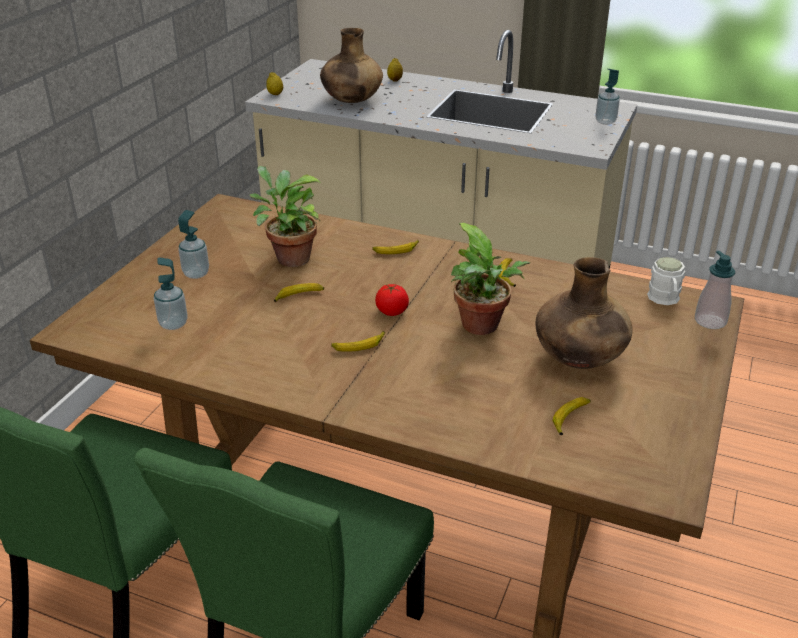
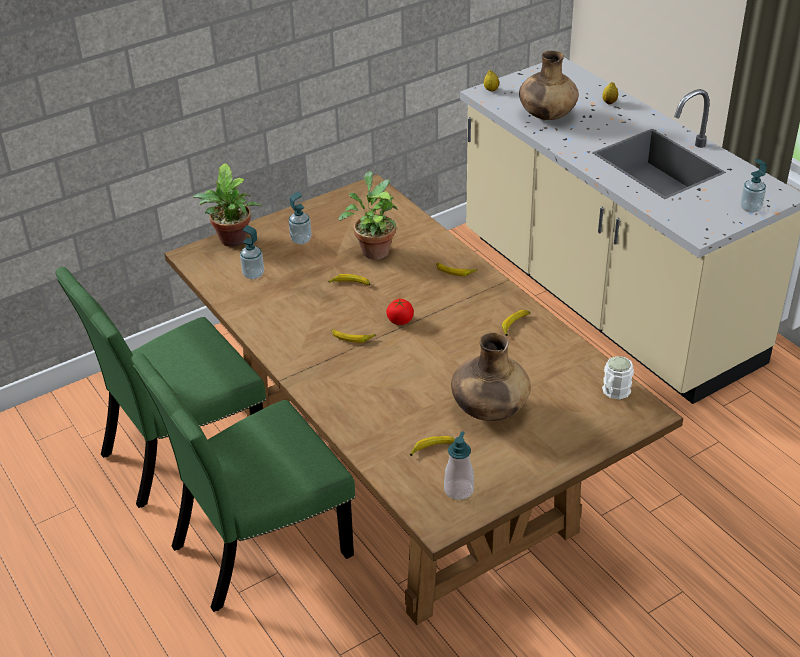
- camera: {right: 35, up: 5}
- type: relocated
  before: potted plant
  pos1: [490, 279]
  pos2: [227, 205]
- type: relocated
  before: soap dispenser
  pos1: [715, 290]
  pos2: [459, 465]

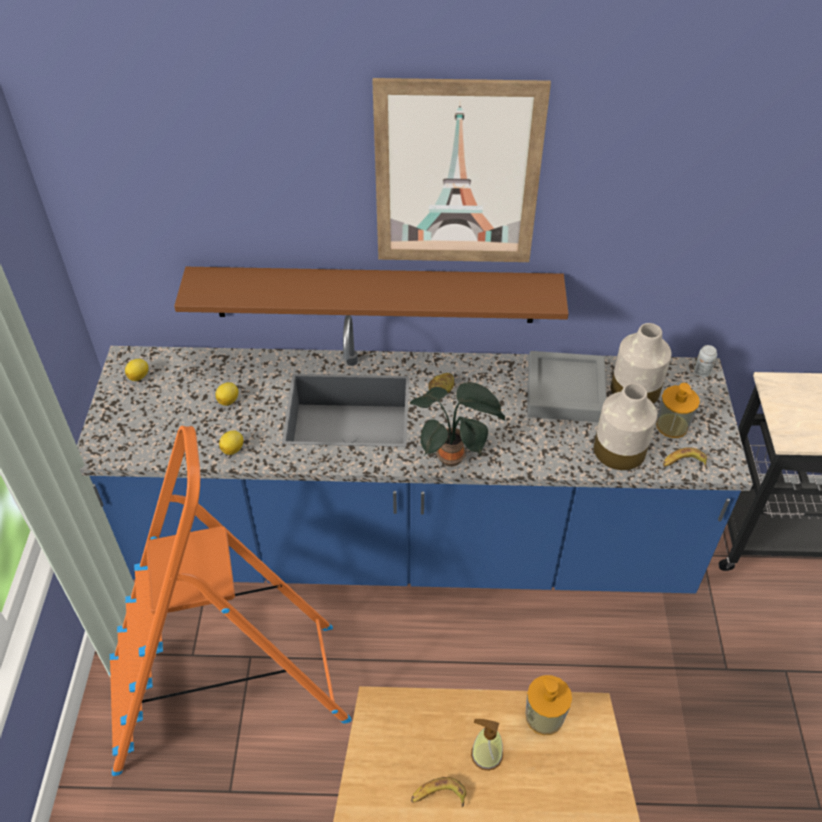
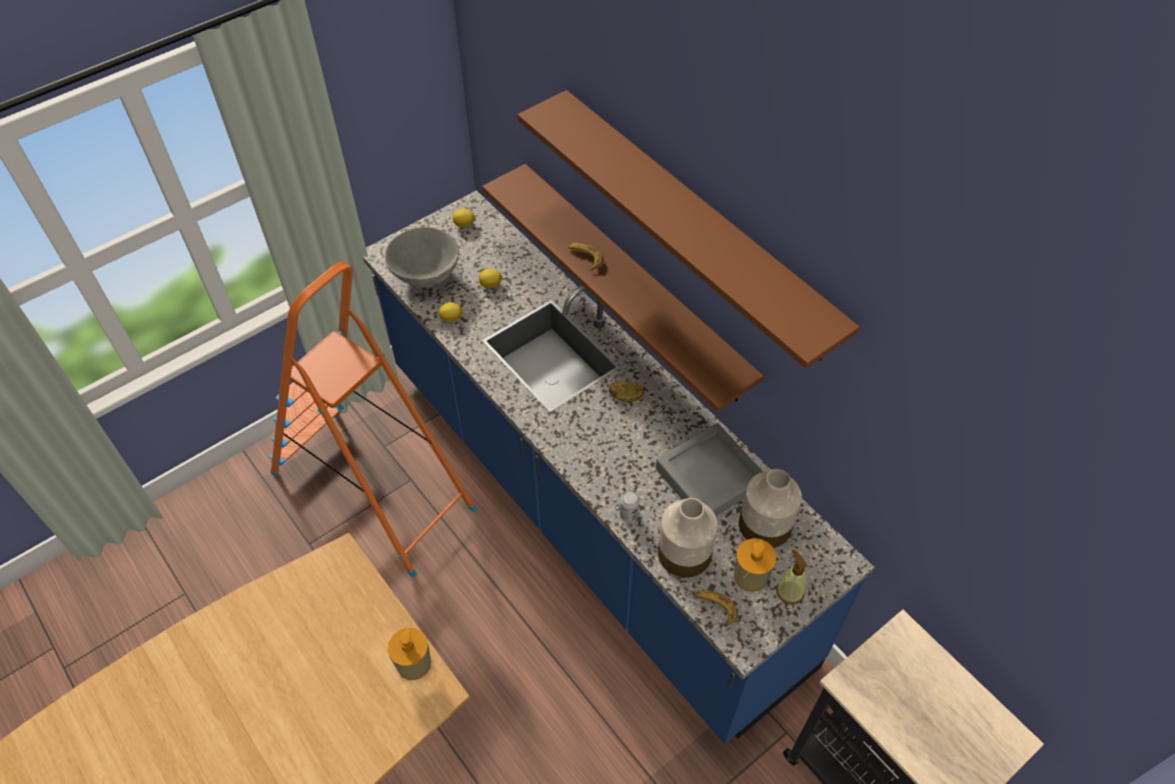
- camera: {right: 50, up: 5}
- type: missing
  before: potted plant
  pos1: [458, 424]
- type: appeared
  after: bowl (gray)
  pos2: [422, 257]
- type: relocated
  before: banana fruit
  pos1: [438, 792]
  pos2: [586, 256]
- type: relocated
  before: soap dispenser
  pos1: [487, 745]
  pos2: [792, 577]
- type: relocated
  before: metal can
  pos1: [705, 361]
  pos2: [629, 506]
- type: exchanged
  before: wall art
  after: shelf (brownish)
  pos1: [461, 170]
  pos2: [688, 229]

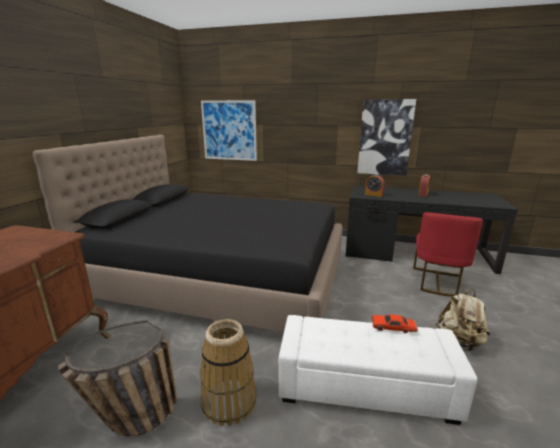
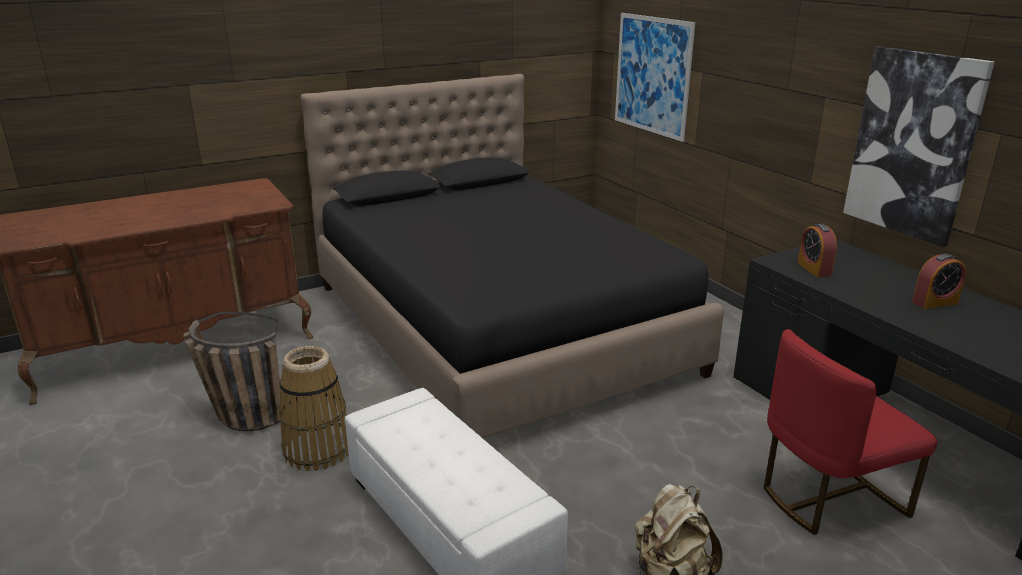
- camera: {right: 45, up: 5}
- type: missing
  before: toy car (reddish)
  pos1: [394, 323]

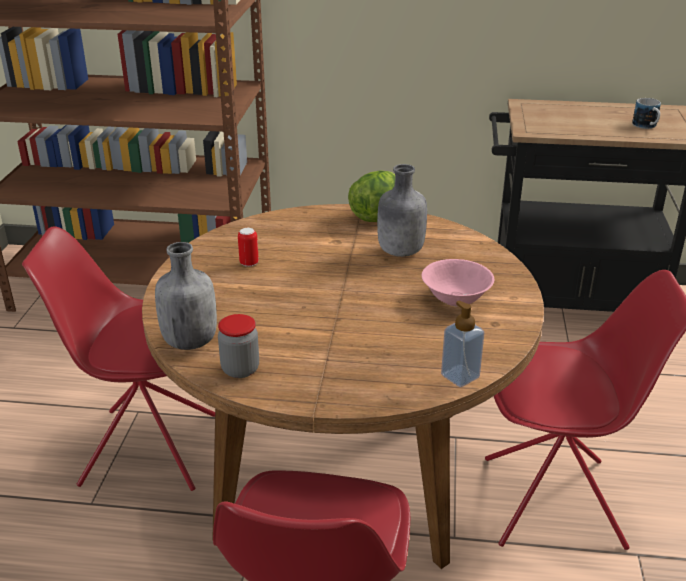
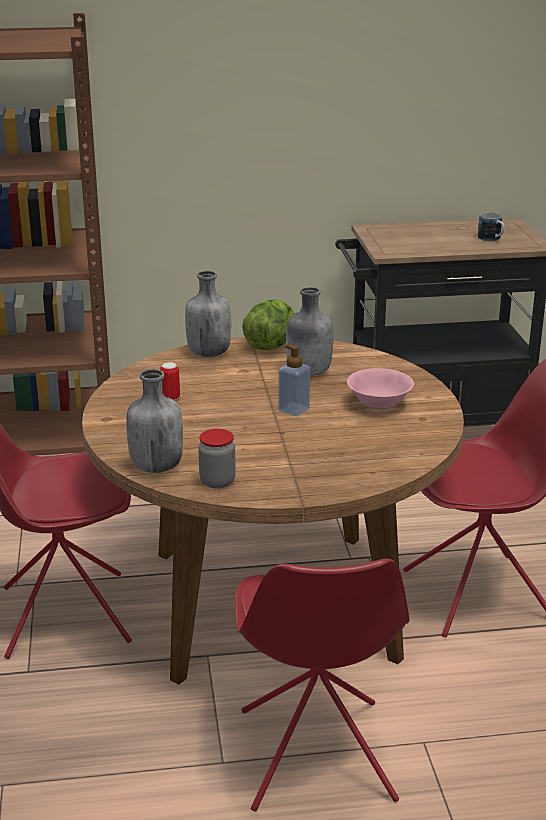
- camera: {right: -15, up: -5}
- type: appeared
  after: bottle (gray)
  pos2: [208, 314]
- type: relocated
  before: soap dispenser
  pos1: [463, 344]
  pos2: [294, 380]

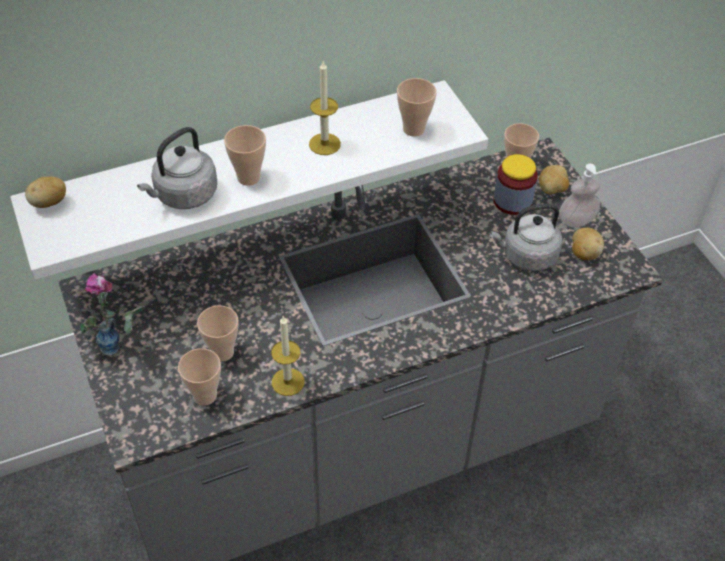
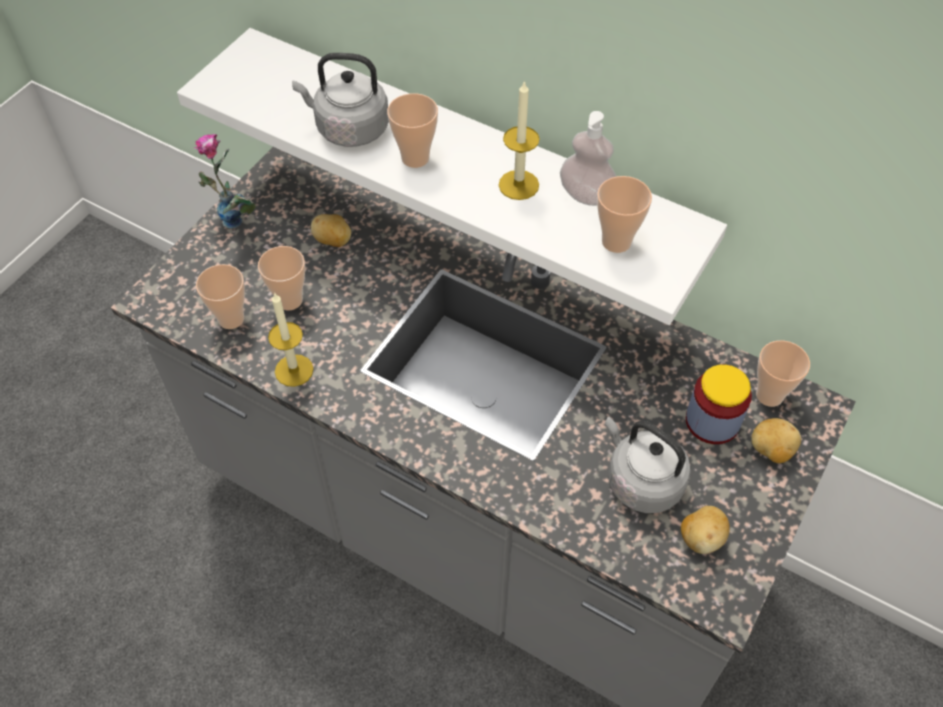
- camera: {right: 55, up: 5}
- type: relocated
  before: whole potato
  pos1: [45, 192]
  pos2: [331, 230]
- type: relocated
  before: soap dispenser
  pos1: [579, 195]
  pos2: [588, 158]

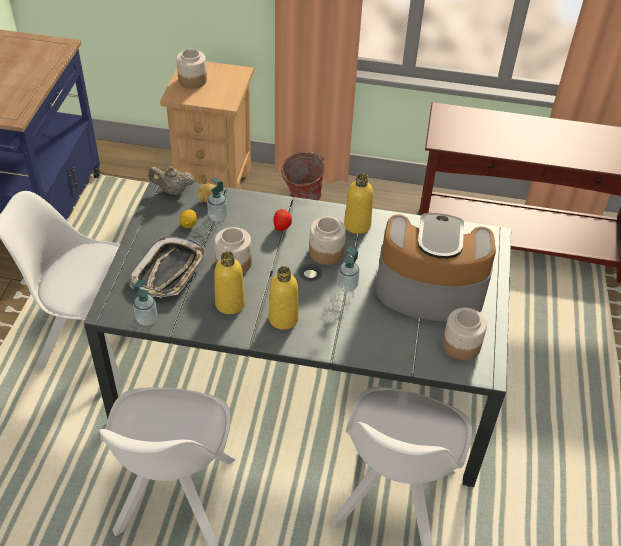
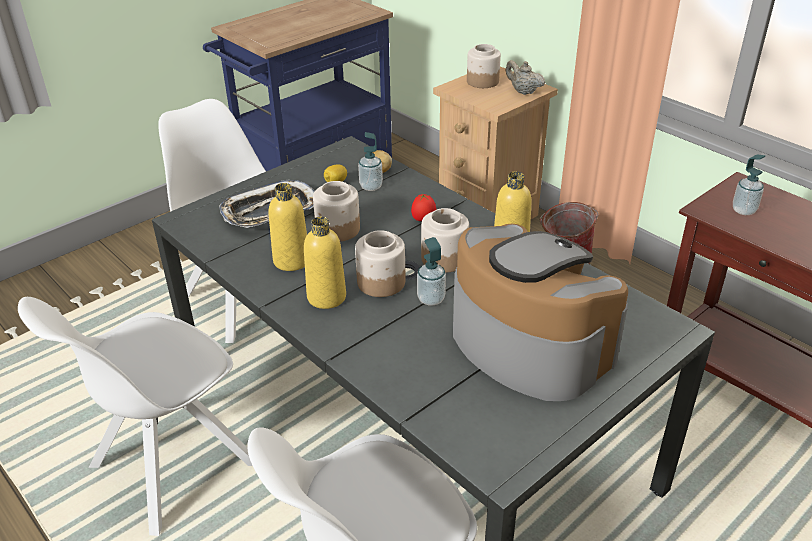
- camera: {right: 40, up: -10}
- type: relocated
  before: soap dispenser
  pos1: [145, 303]
  pos2: [749, 185]
- type: relocated
  before: tea pot (sand-coloured)
  pos1: [171, 180]
  pos2: [525, 77]
- type: relocated
  before: storage jar
  pos1: [465, 334]
  pos2: [380, 263]

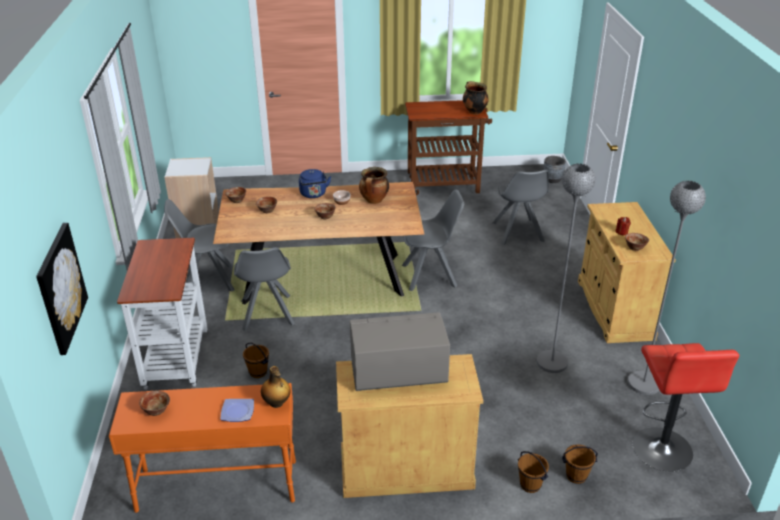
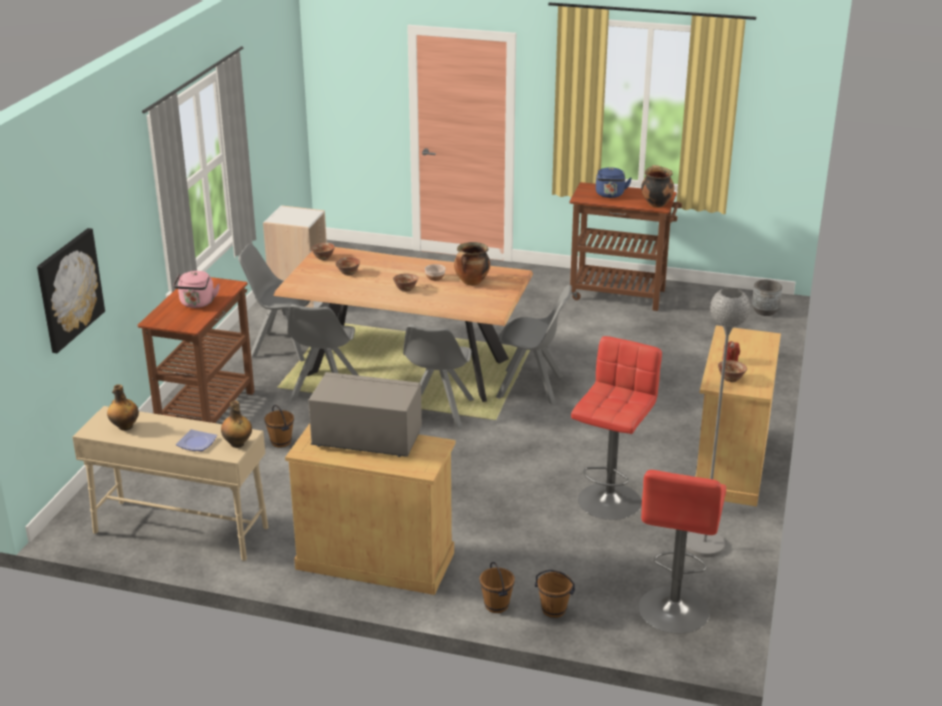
- camera: {right: 20, up: -5}
- type: appeared
  after: water kettle (pink-coloured)
  pos2: [196, 289]
- type: relocated
  before: water kettle (blue)
  pos1: [315, 183]
  pos2: [614, 182]
- type: relocated
  before: upright chair (gray)
  pos1: [520, 207]
  pos2: [438, 376]
- type: exchanged
  before: bowl
  after: bottle
  pos1: [154, 403]
  pos2: [123, 407]
- type: exchanged
  before: standard lamp (gray)
  after: stool (reddish)
  pos1: [566, 268]
  pos2: [616, 428]
- type: colour
  before: console table (orange-coloured)
  after: console table (sand-coloured)
  pos1: [202, 448]
  pos2: [170, 483]
- type: colour
  before: trolley (whitish)
  after: trolley (brownish)
  pos1: [162, 314]
  pos2: [195, 350]

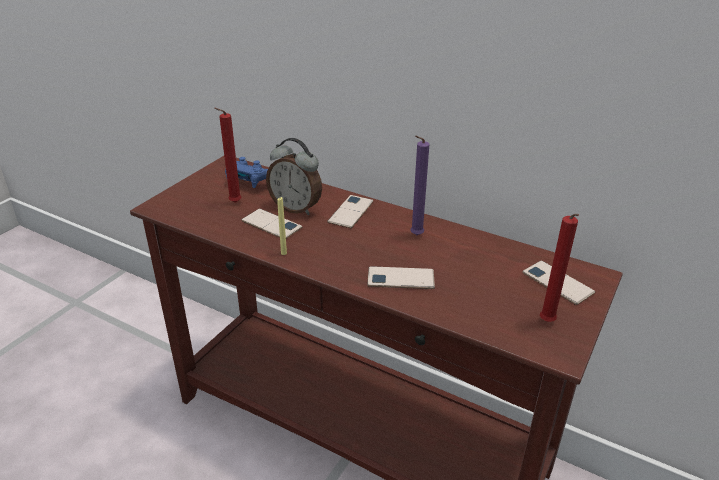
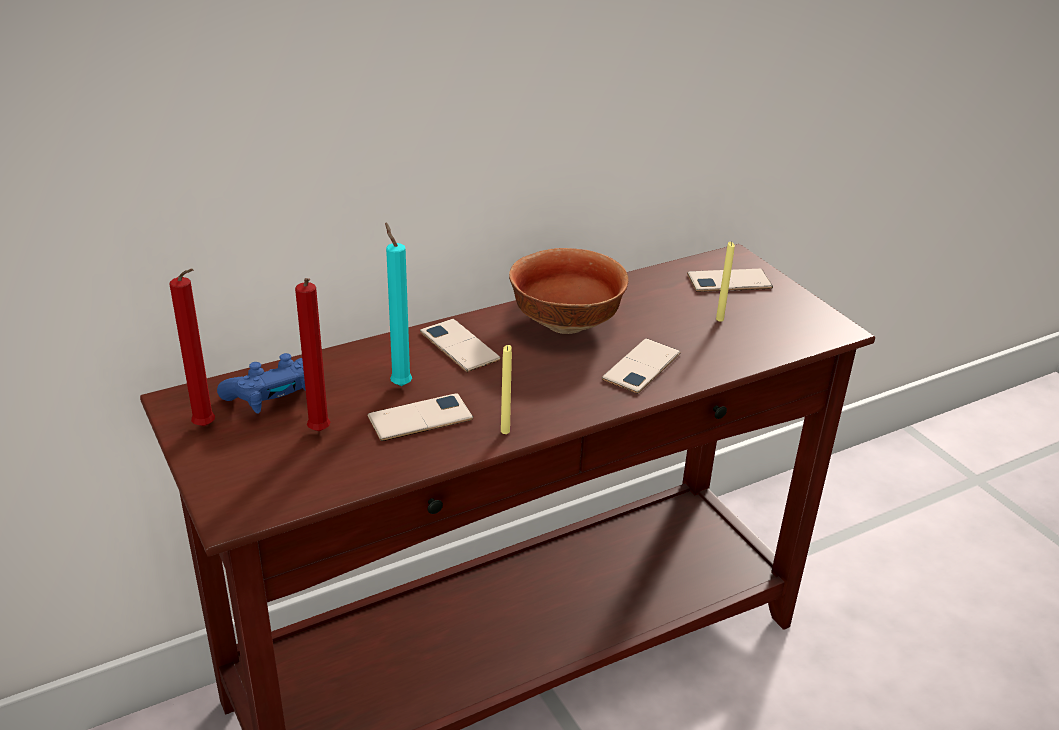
- camera: {right: -60, up: 0}
- type: appeared
  after: candle (yellow)
  pos2: [725, 282]
- type: relocated
  before: candle (reddish)
  pos1: [559, 268]
  pos2: [192, 347]
- type: exchanged
  before: bedside clock
  after: candle (turquoise-coloured)
  pos1: [294, 176]
  pos2: [398, 304]
- type: exchanged
  before: candle (purple-coloured)
  after: bowl
  pos1: [419, 185]
  pos2: [569, 291]

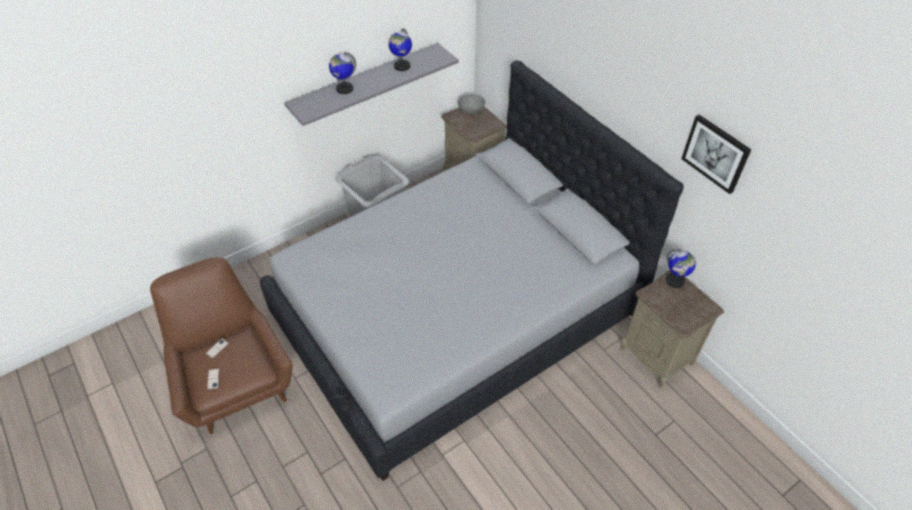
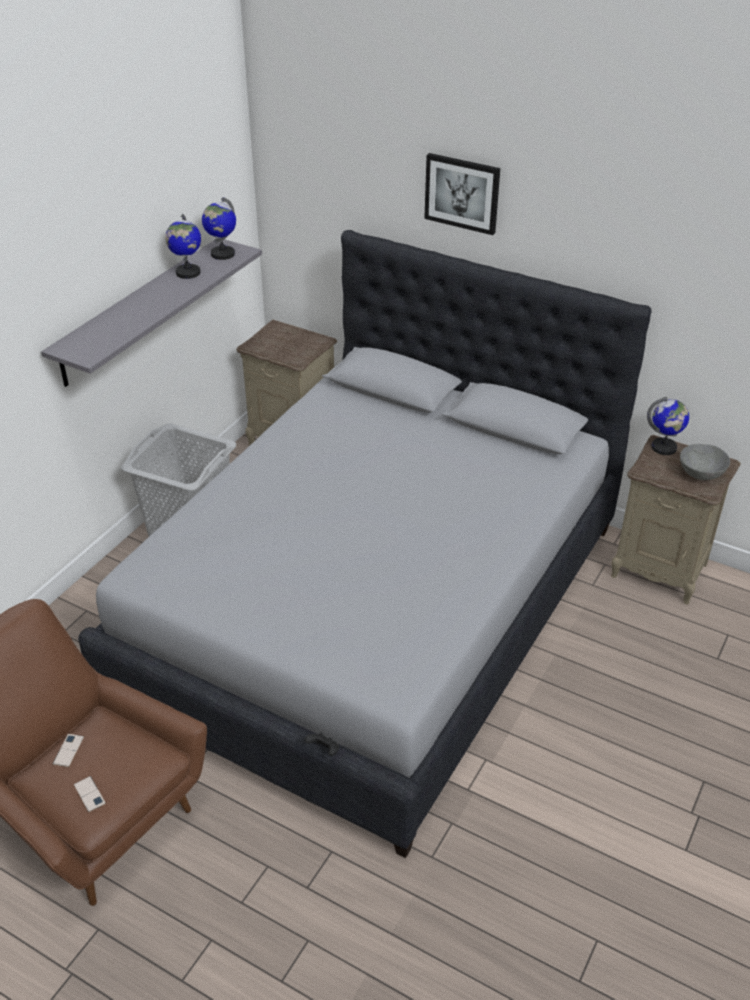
- camera: {right: -25, up: -10}
- type: relocated
  before: world globe
  pos1: [342, 73]
  pos2: [219, 228]
- type: relocated
  before: bowl (gray)
  pos1: [471, 104]
  pos2: [705, 462]
- type: relocated
  before: wall art
  pos1: [716, 154]
  pos2: [462, 194]

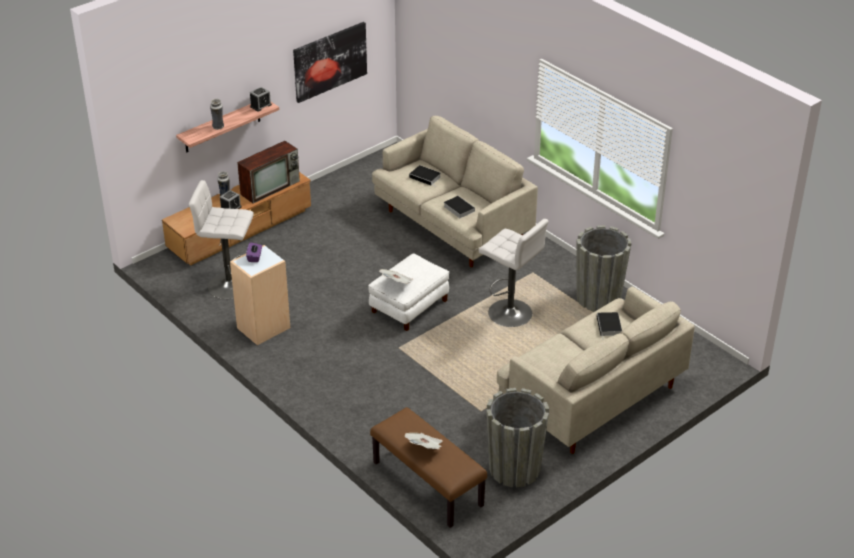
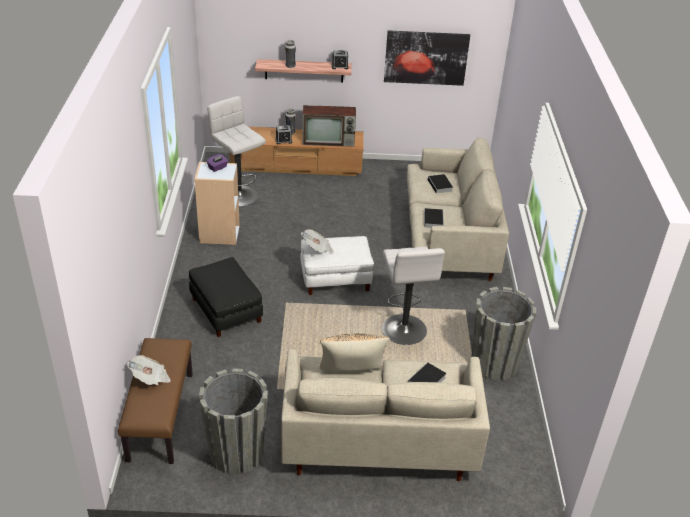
- camera: {right: 40, up: 0}
- type: appeared
  after: footrest (black-coloured)
  pos2: [226, 297]
- type: appeared
  after: cushion (sand-coloured)
  pos2: [354, 352]

